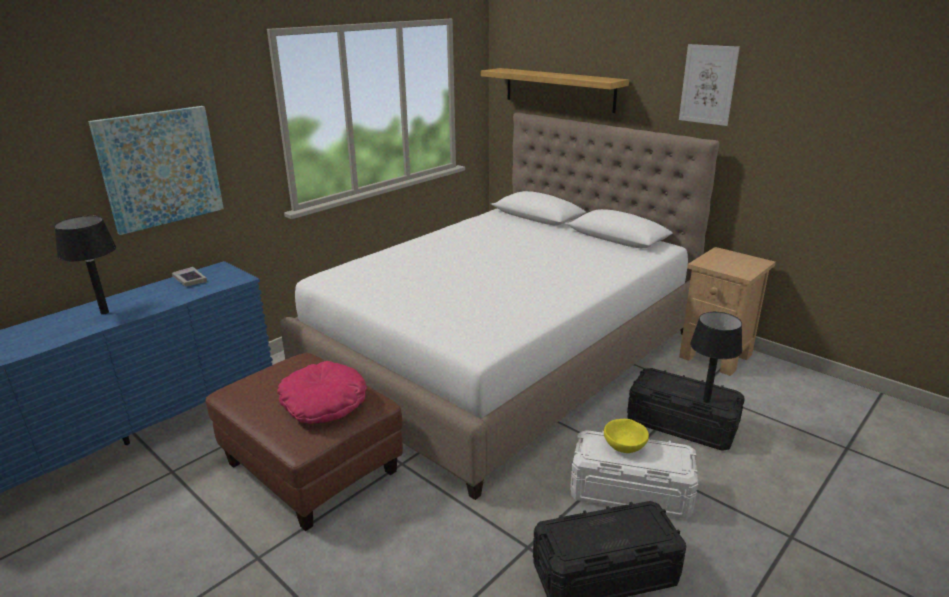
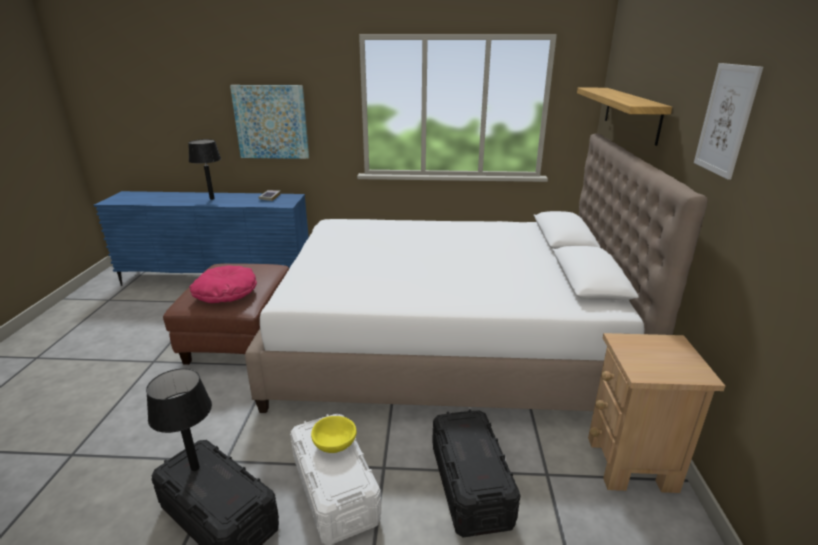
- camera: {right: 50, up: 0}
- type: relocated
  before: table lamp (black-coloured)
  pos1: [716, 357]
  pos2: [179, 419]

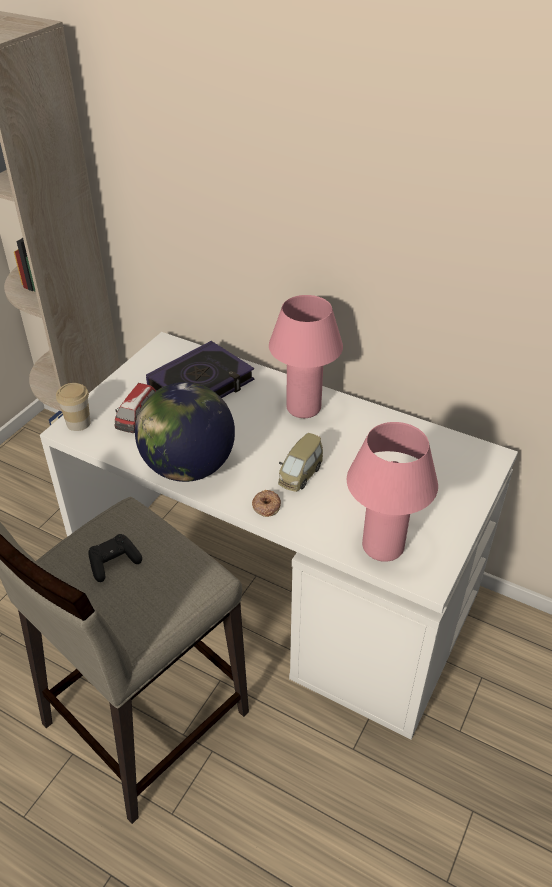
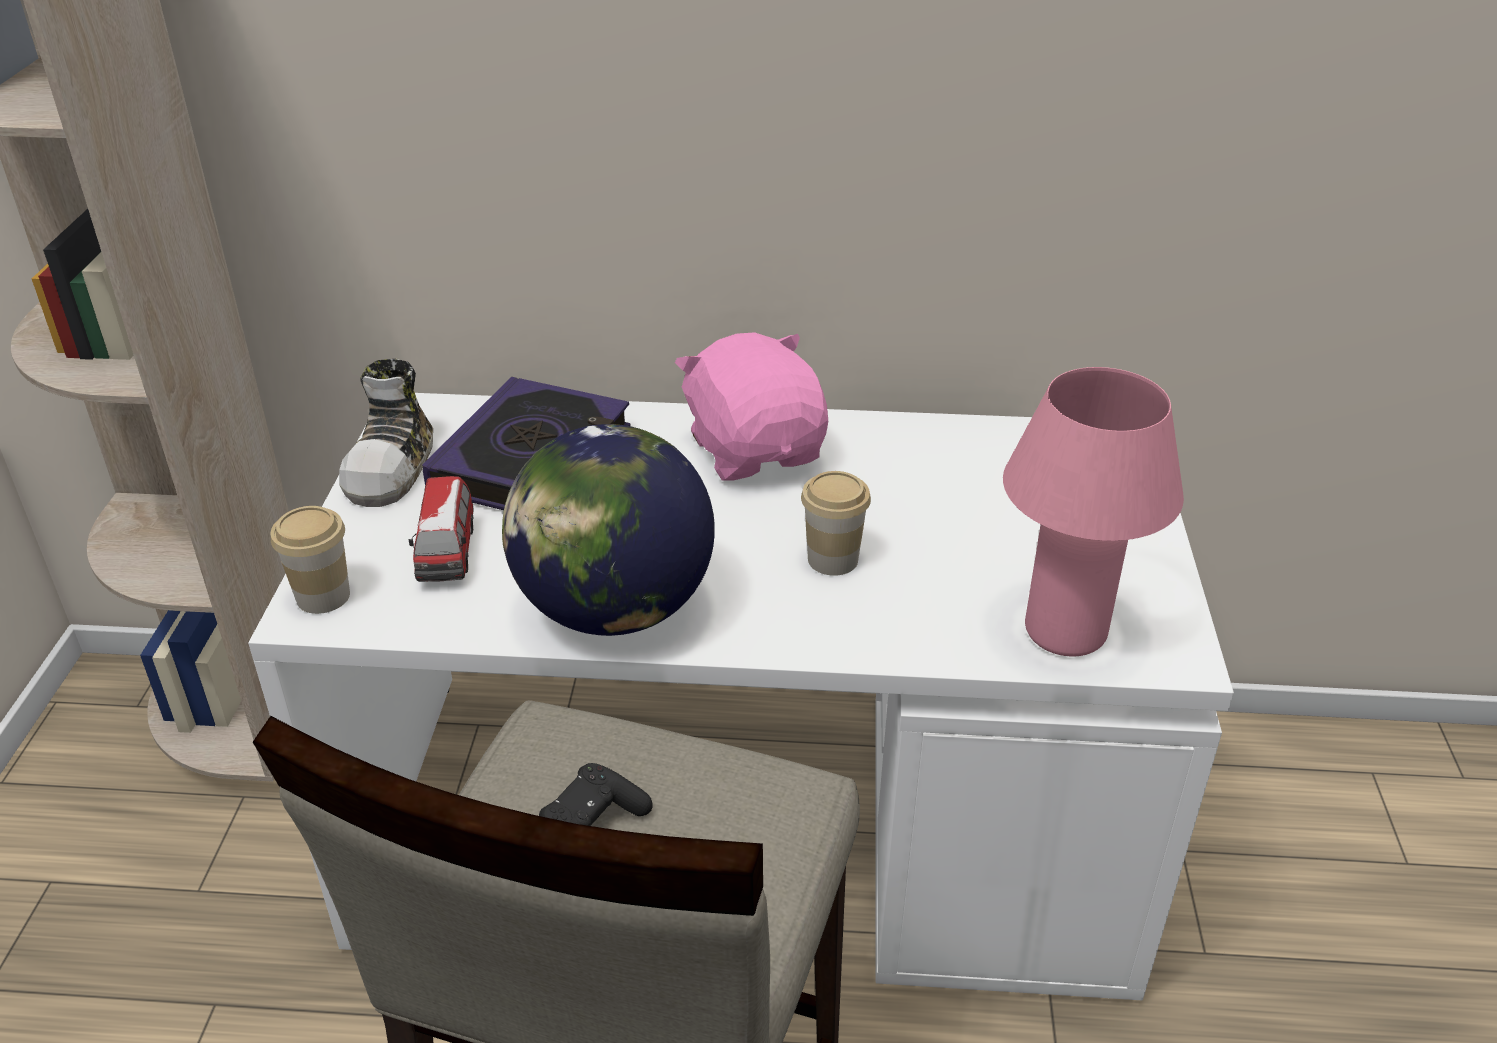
- camera: {right: -25, up: -5}
- type: missing
  before: donut
  pos1: [266, 503]
- type: appeared
  after: item of footwear
  pos2: [386, 433]
- type: exchanged
  before: table lamp (pink-coloured)
  after: plush toy (pink-coloured)
  pos1: [306, 356]
  pos2: [751, 406]
- type: exchanged
  before: toy car
  after: drinking cup
  pos1: [300, 462]
  pos2: [836, 523]

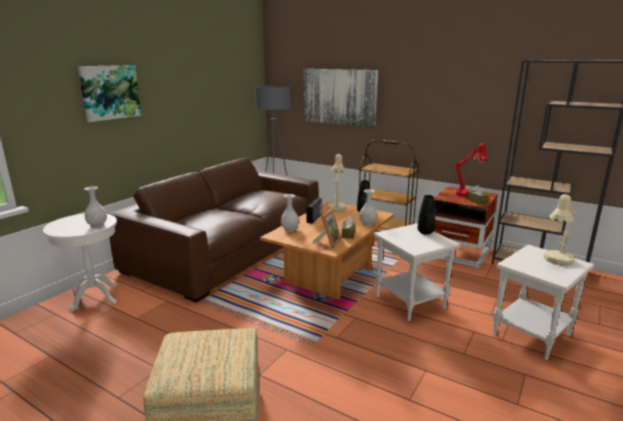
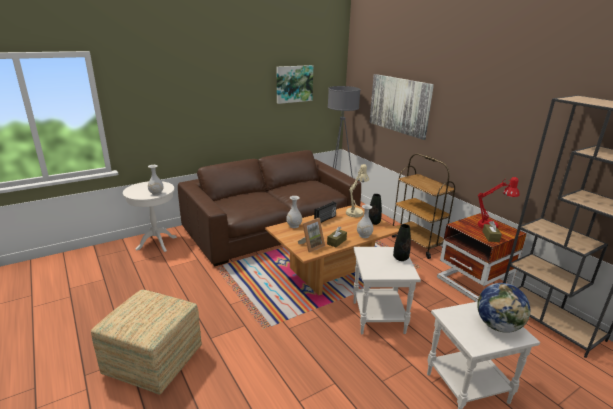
- camera: {right: 25, up: 5}
- type: relocated
  before: wall art
  pos1: [109, 93]
  pos2: [295, 84]
- type: exchanged
  before: table lamp (sand-coloured)
  after: world globe
  pos1: [560, 230]
  pos2: [503, 308]

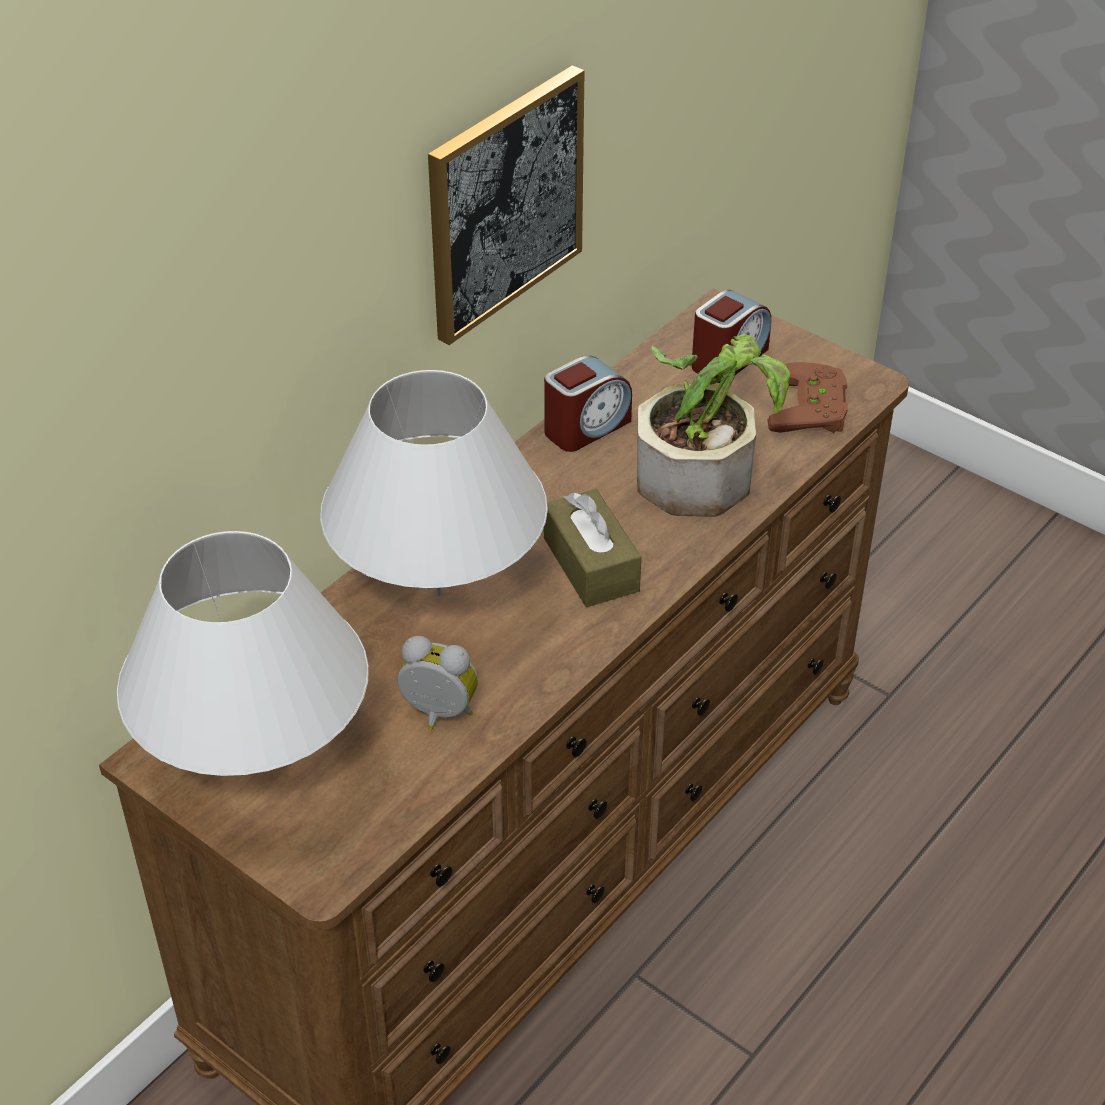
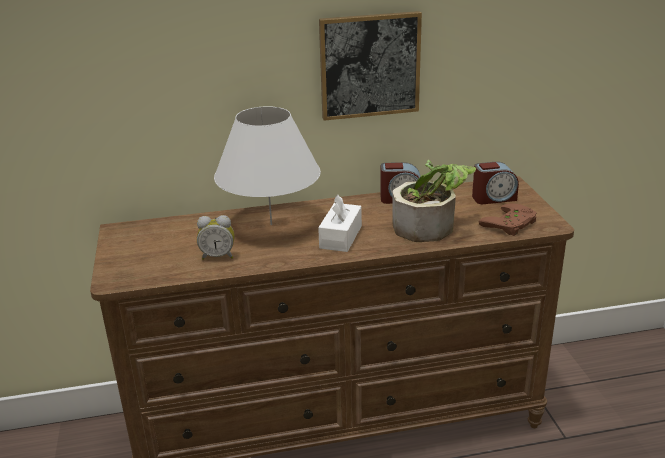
- camera: {right: 40, up: -15}
- type: missing
  before: table lamp (whitish)
  pos1: [242, 653]
- type: colour
  before: tissue box (brownish)
  after: tissue box (whitish)
  pos1: [592, 548]
  pos2: [340, 223]
- type: spun
  before: bedside clock
  pos1: [437, 683]
  pos2: [216, 237]
  turn: 120

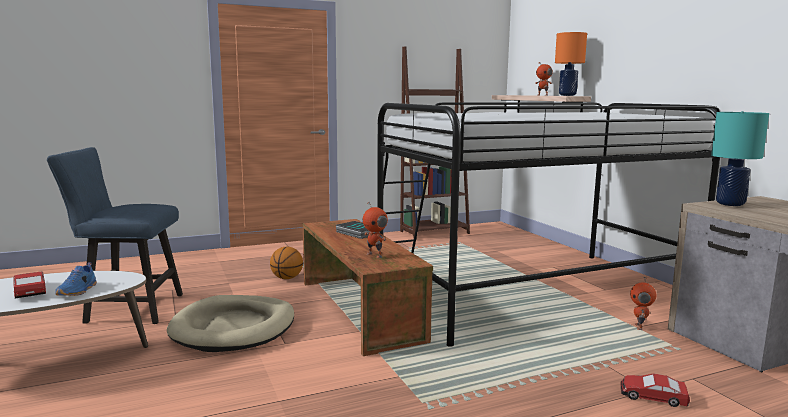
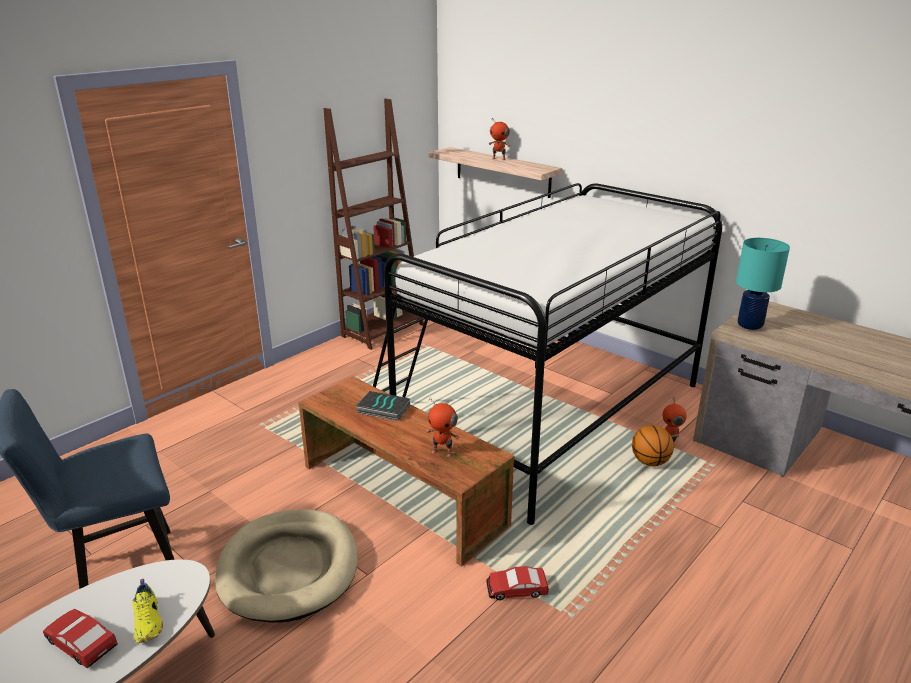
- camera: {right: -25, up: 15}
- type: missing
  before: table lamp (orange-coloured)
  pos1: [571, 64]
- type: relocated
  before: basketball
  pos1: [286, 263]
  pos2: [653, 445]
- type: relocated
  before: toy car
  pos1: [655, 390]
  pos2: [517, 583]
- type: colour
  before: item of footwear (blue)
  after: item of footwear (yellow)
  pos1: [76, 279]
  pos2: [147, 611]

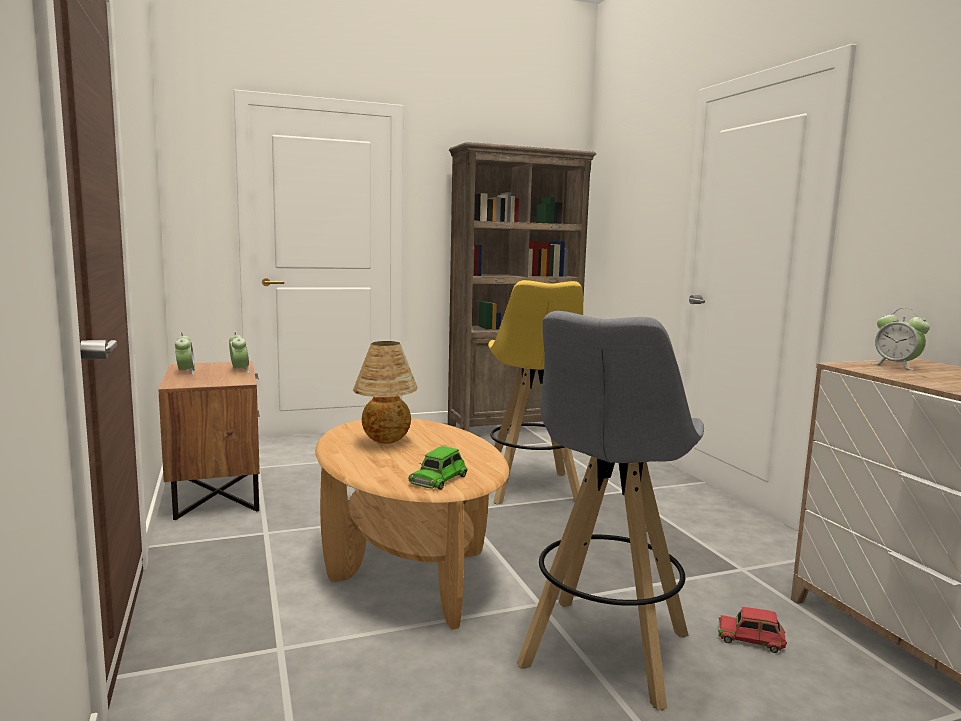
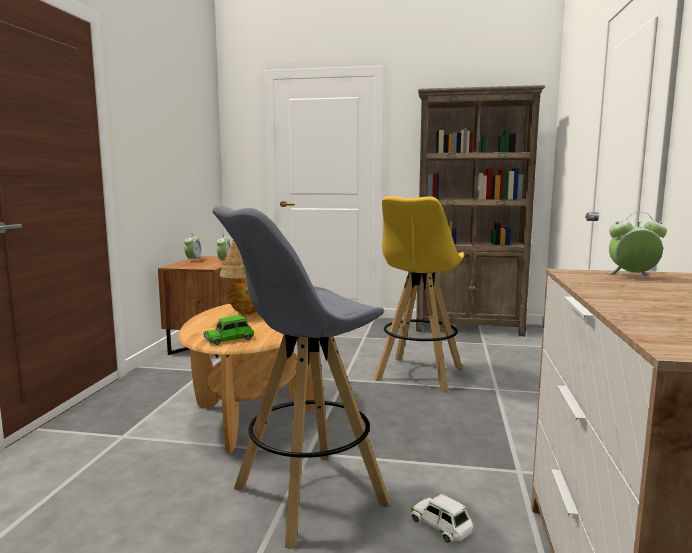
- camera: {right: 30, up: 0}
- type: colour
  before: toy car (reddish)
  after: toy car (whitish)
  pos1: [752, 630]
  pos2: [442, 518]
- type: spun
  before: bedside clock
  pos1: [901, 339]
  pos2: [636, 243]
  turn: 105

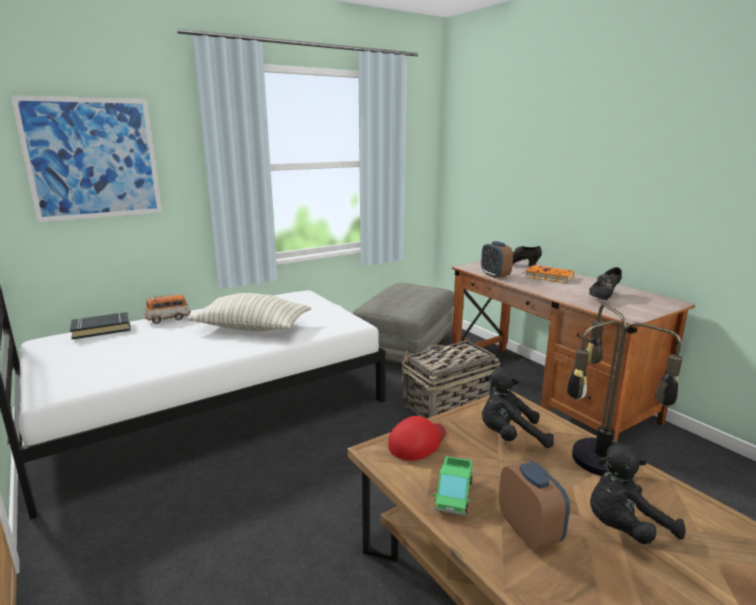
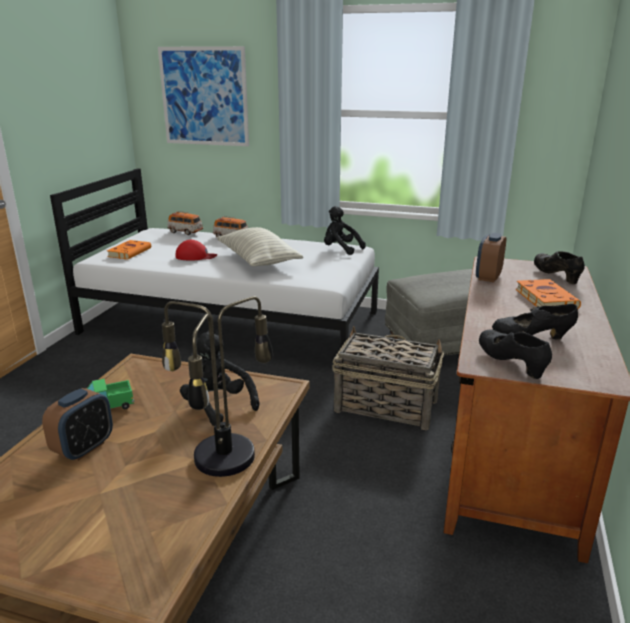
- camera: {right: 50, up: 5}
- type: appeared
  after: book (orange-coloured)
  pos2: [129, 249]
- type: appeared
  after: item of footwear (black-coloured)
  pos2: [515, 354]
- type: relocated
  before: peaked cap (reddish)
  pos1: [417, 438]
  pos2: [196, 250]
- type: relocated
  before: plush toy (black-coloured)
  pos1: [637, 494]
  pos2: [345, 230]
- type: exchanged
  before: book (black-coloured)
  after: toy car
  pos1: [100, 326]
  pos2: [185, 223]

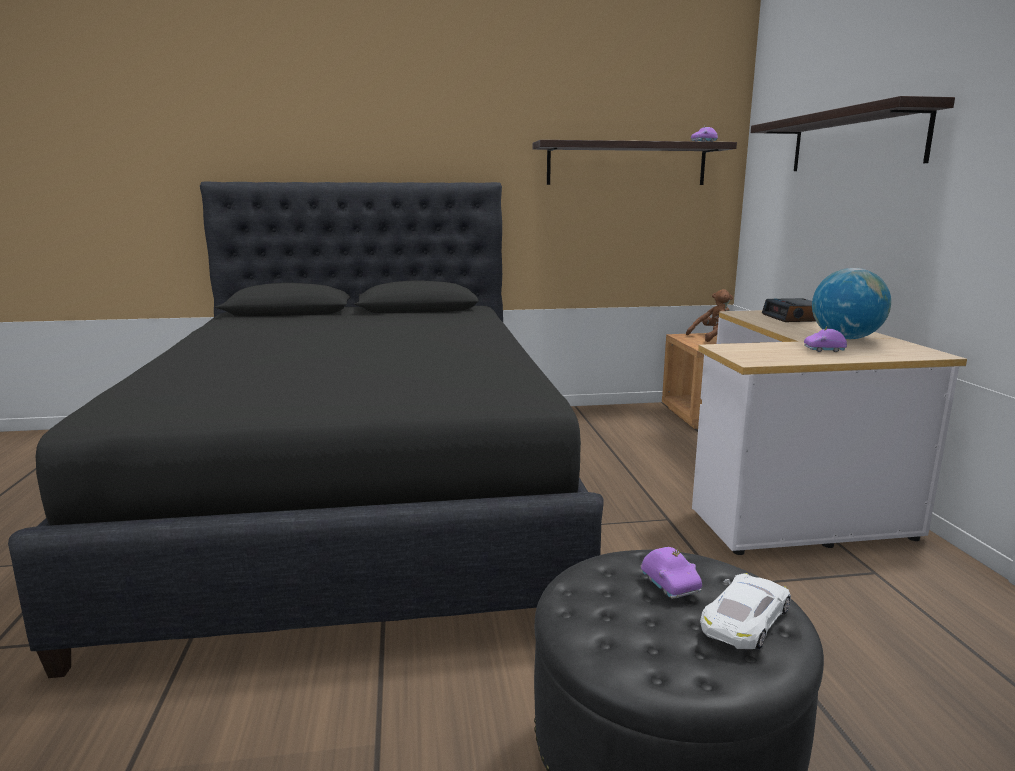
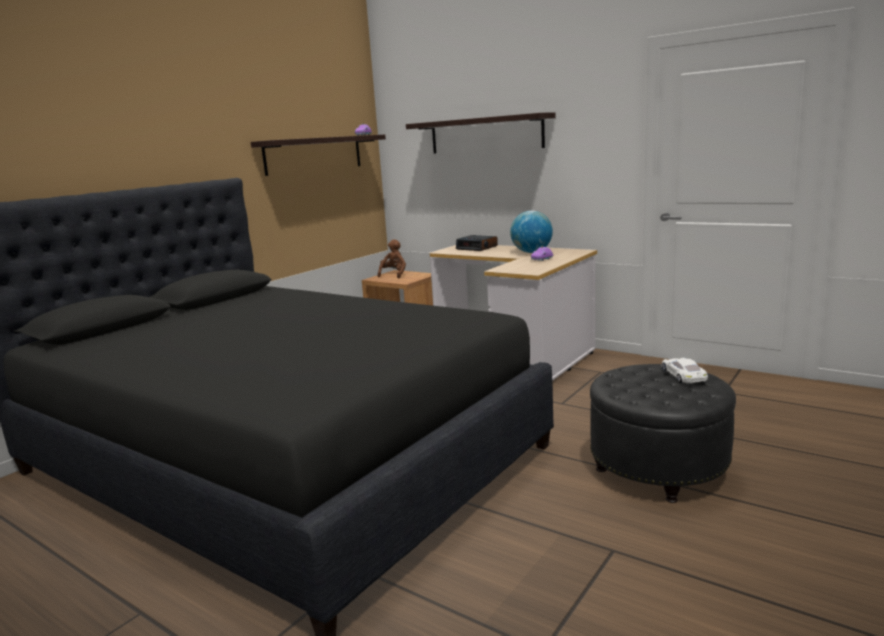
- camera: {right: -45, up: 0}
- type: missing
  before: toy car (purple-coloured)
  pos1: [671, 573]

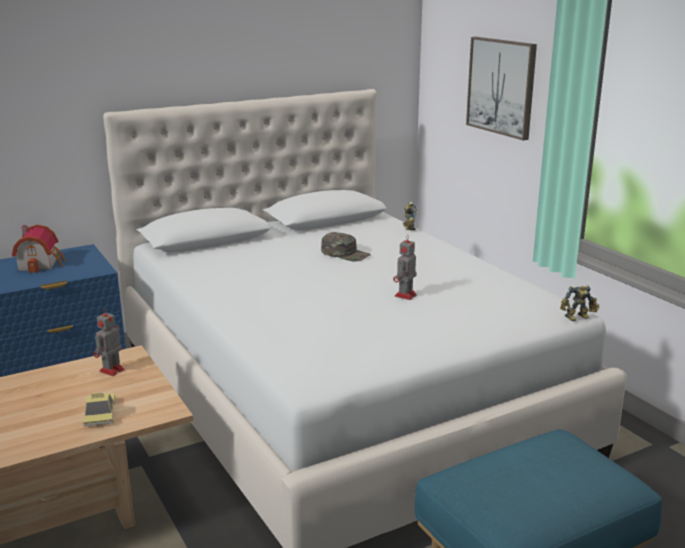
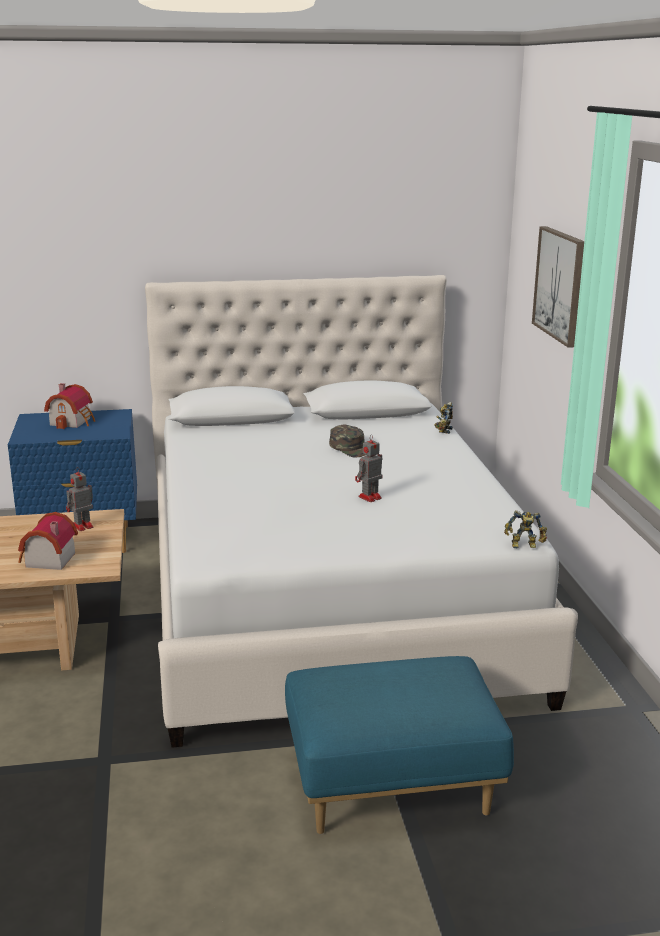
- camera: {right: 20, up: 0}
- type: exchanged
  before: toy car
  after: toy house
  pos1: [99, 409]
  pos2: [48, 541]

